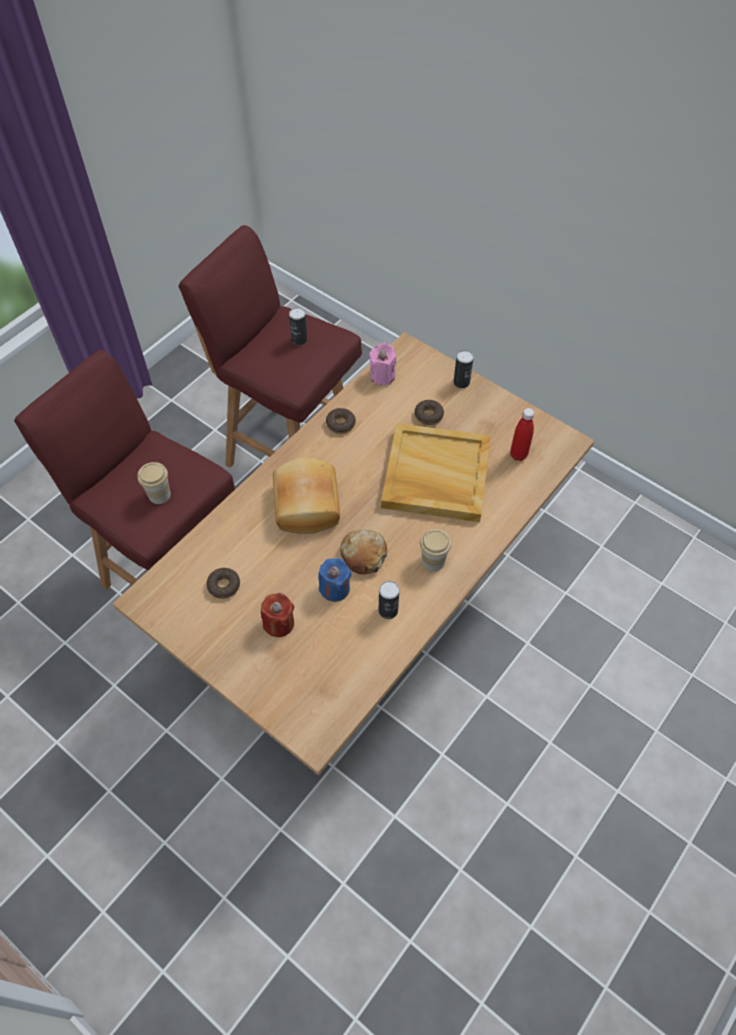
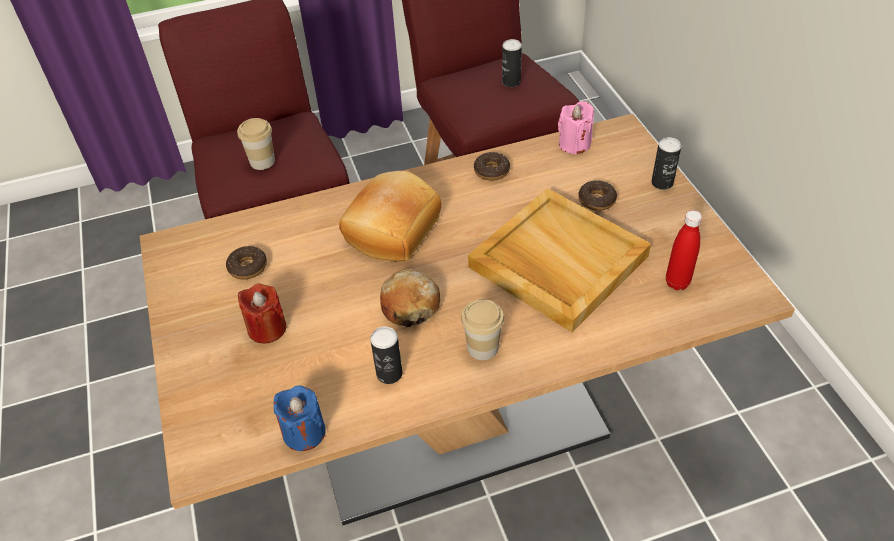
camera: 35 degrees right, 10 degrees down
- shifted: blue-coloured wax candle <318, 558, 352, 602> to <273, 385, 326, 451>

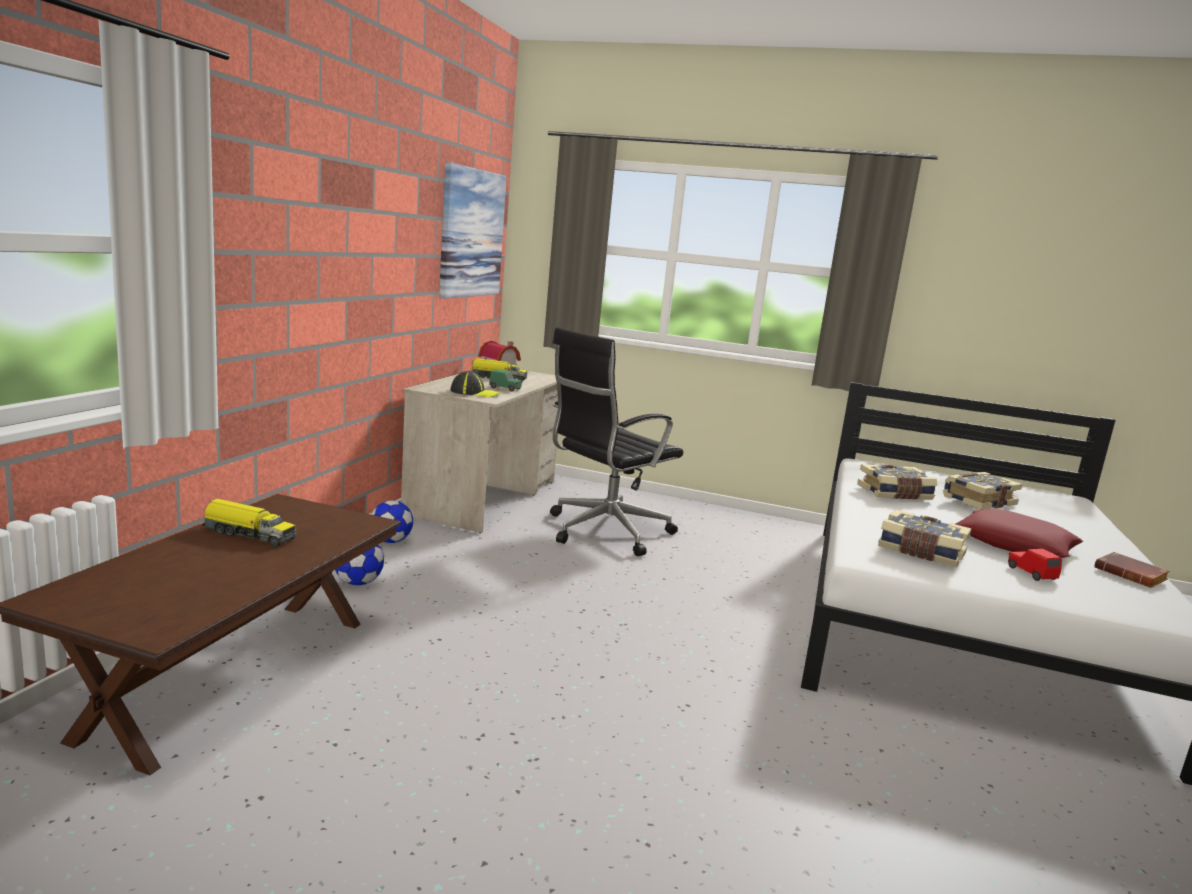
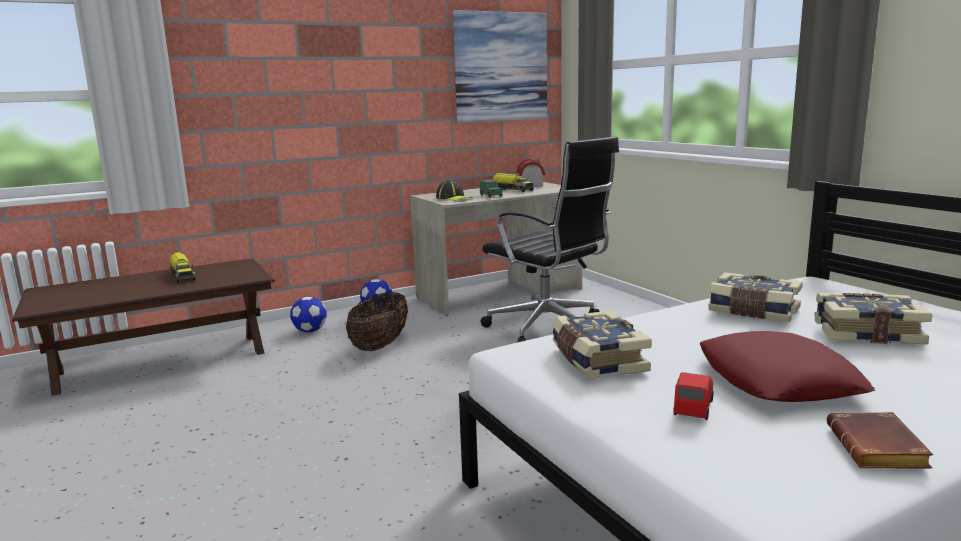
camera: 45 degrees right, 0 degrees up
- rotated: black desk chair <550, 327, 683, 556> = <481, 136, 619, 342> 135 degrees counterclockwise
- new: storage basket <346, 292, 408, 351>

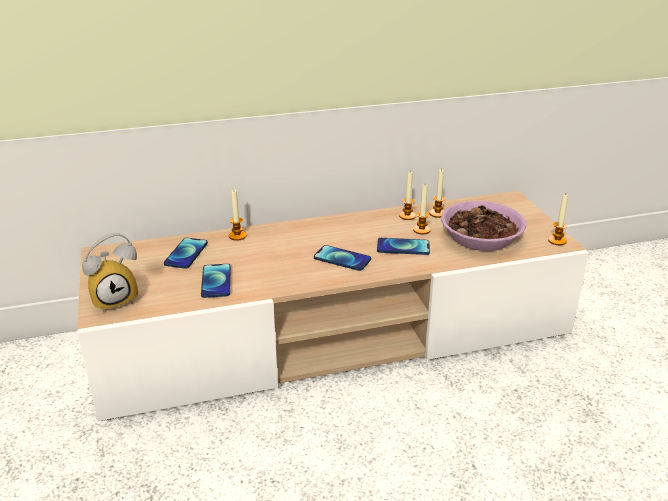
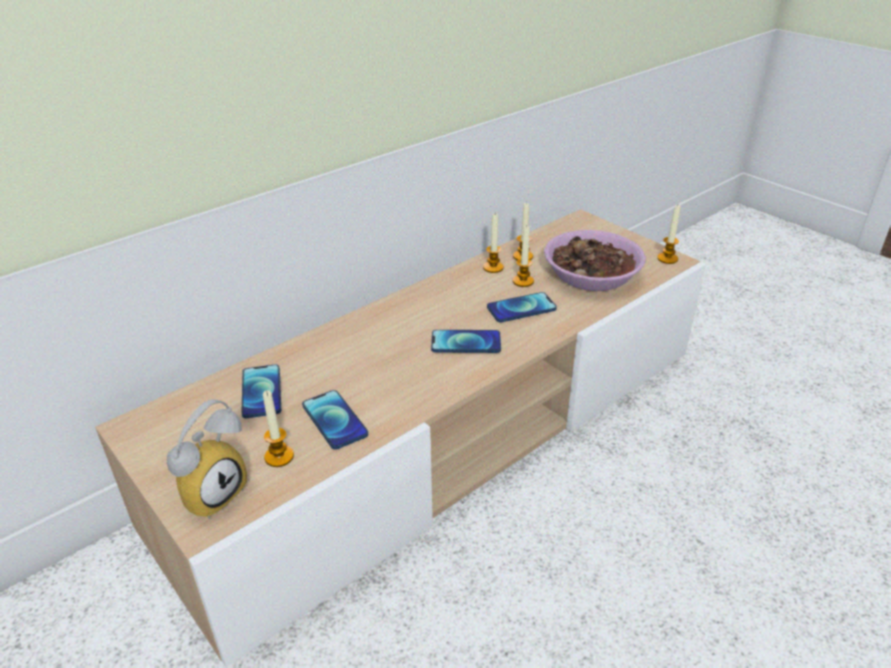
camera: 25 degrees left, 5 degrees up
- shifted: wax candle <229, 189, 246, 241> to <263, 390, 294, 467>

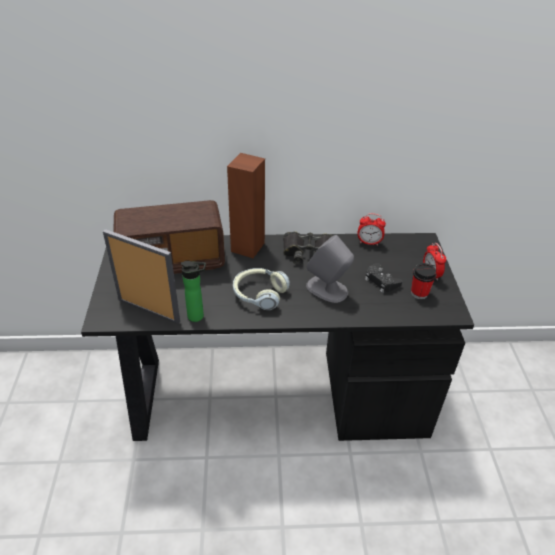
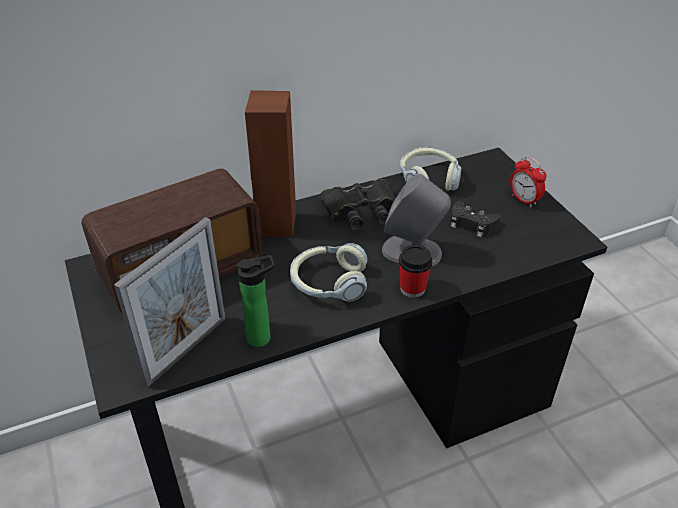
camera: 20 degrees left, 0 degrees up
- swapped: bedside clock <357, 213, 386, 246> to headset <400, 147, 461, 191>
- rotated: picture frame <103, 229, 180, 324> = <114, 217, 226, 388> 120 degrees clockwise
- shifted: cup <411, 263, 437, 299> to <399, 245, 433, 298>

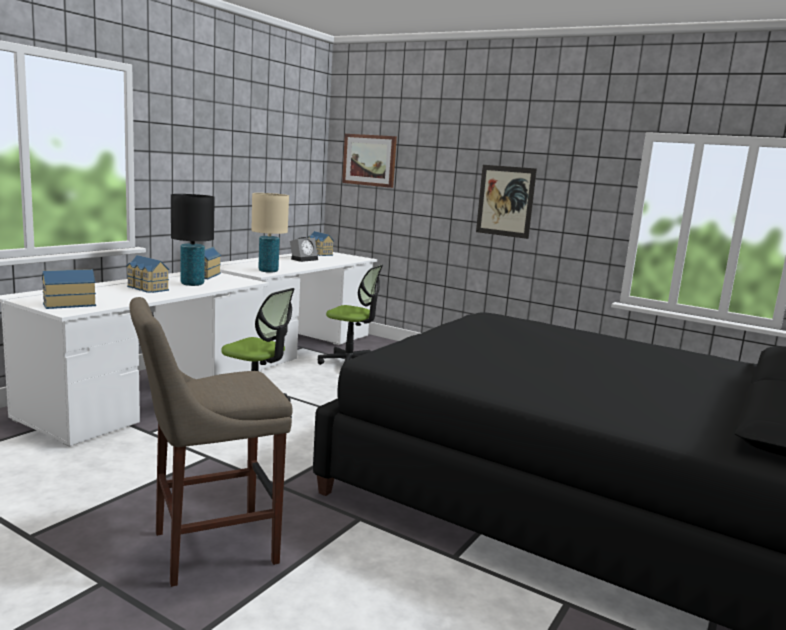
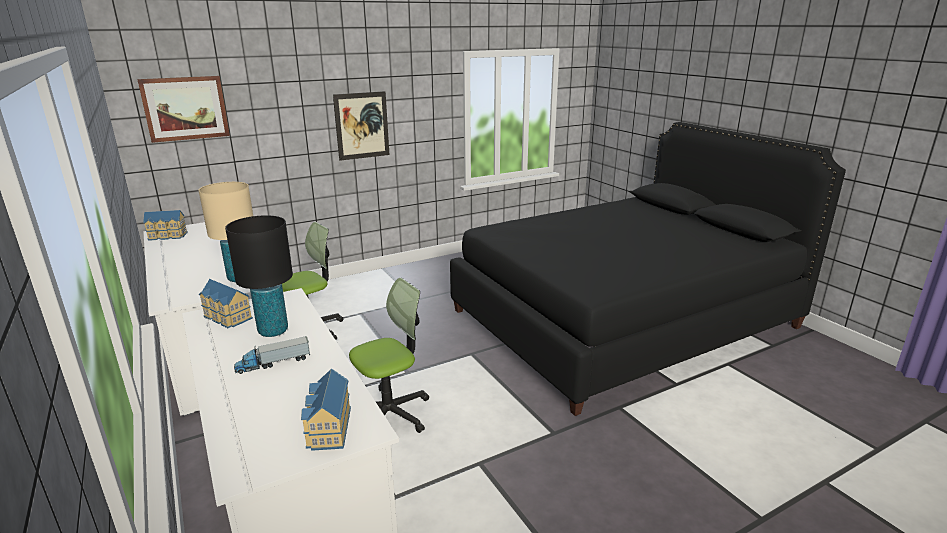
camera: 60 degrees left, 10 degrees up
- gone: bedside clock <290, 237, 318, 262>
- swapped: miniature house <127, 255, 169, 293> to model truck <234, 336, 310, 374>
- gone: beige-coloured stool <129, 297, 293, 587>

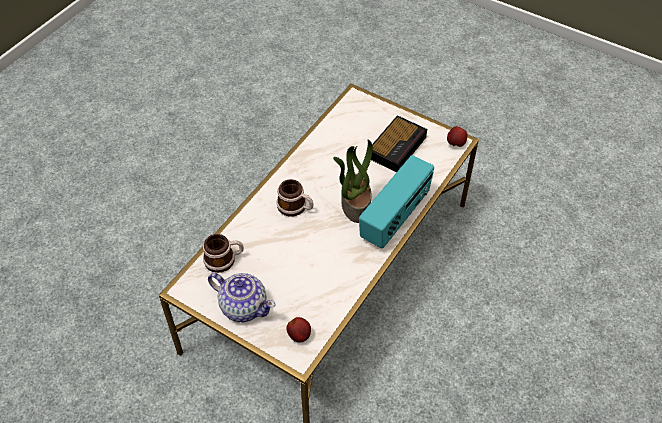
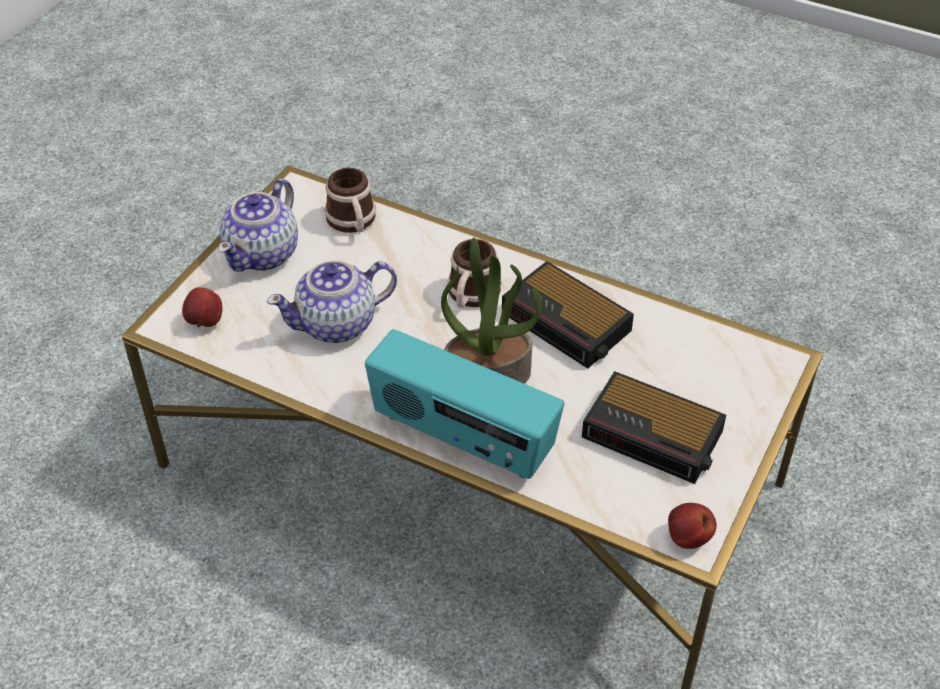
camera: 85 degrees right, 5 degrees down
- new: teapot <267, 260, 397, 343>
- new: bedside clock <502, 261, 634, 368>

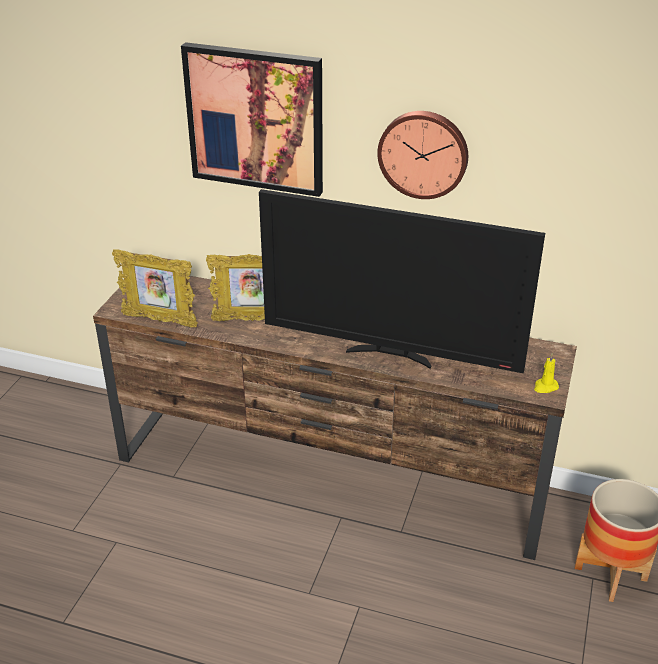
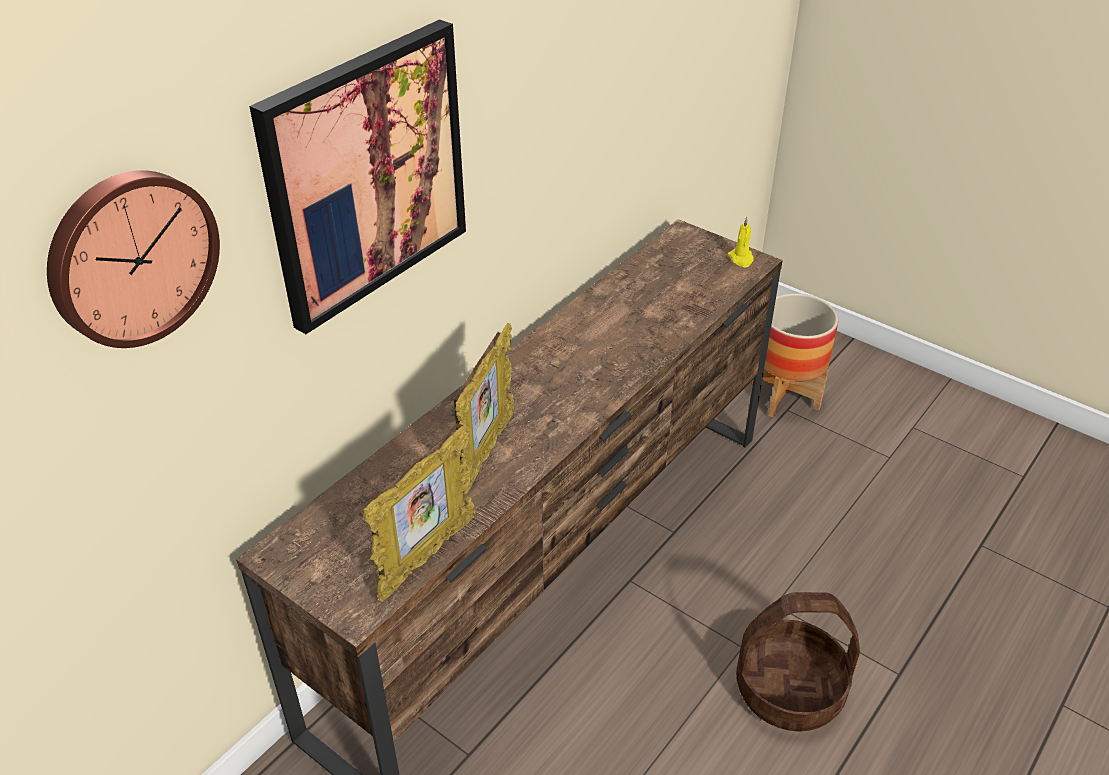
camera: 70 degrees left, 5 degrees up
- shifted: wall clock <377, 111, 468, 199> to <47, 170, 220, 348>
- gone: television <259, 189, 545, 373>
- new: storage basket <736, 592, 860, 732>

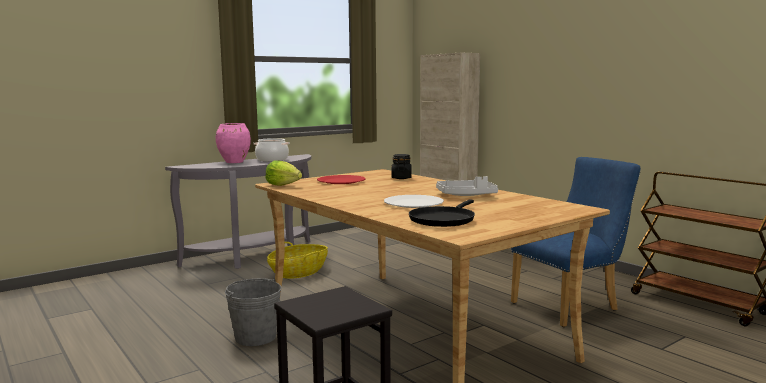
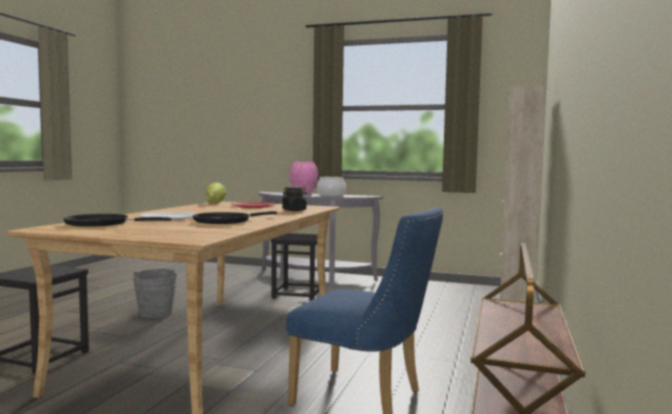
camera: 55 degrees right, 5 degrees down
- swapped: grey serving tray <436, 176, 498, 196> to black frying pan <192, 211, 277, 224>
- swapped: storage basket <267, 242, 328, 279> to black stool <271, 233, 320, 301>

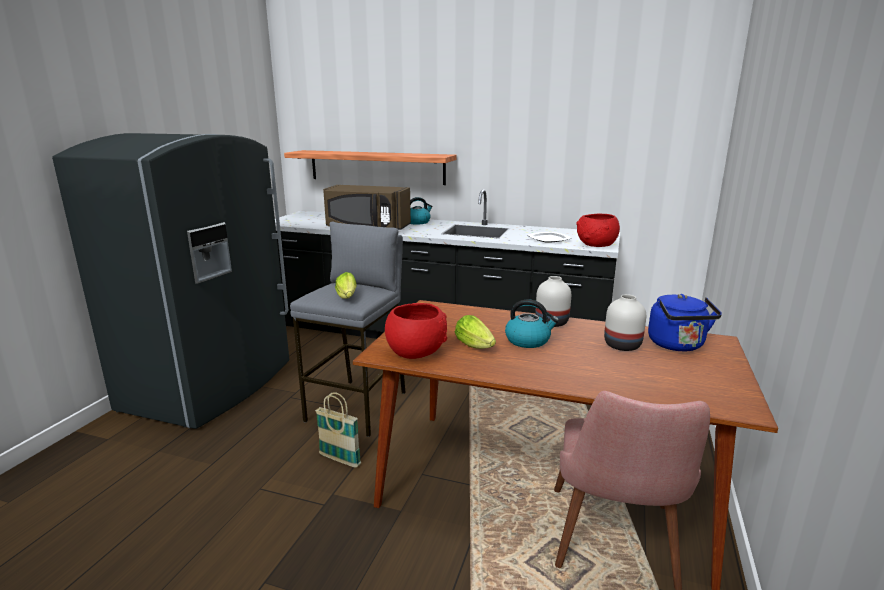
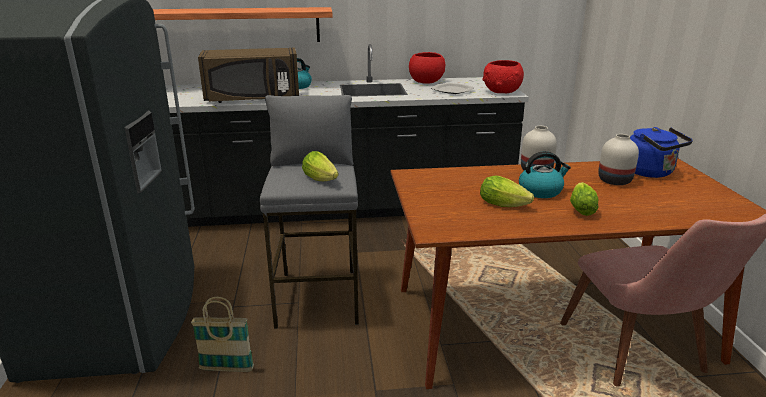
camera: 25 degrees left, 5 degrees up
- shifted: red deep dish <385, 303, 447, 359> to <409, 52, 446, 84>
- shifted: storage basket <315, 392, 361, 468> to <191, 297, 254, 372>
- new: head of lettuce <570, 182, 599, 216>

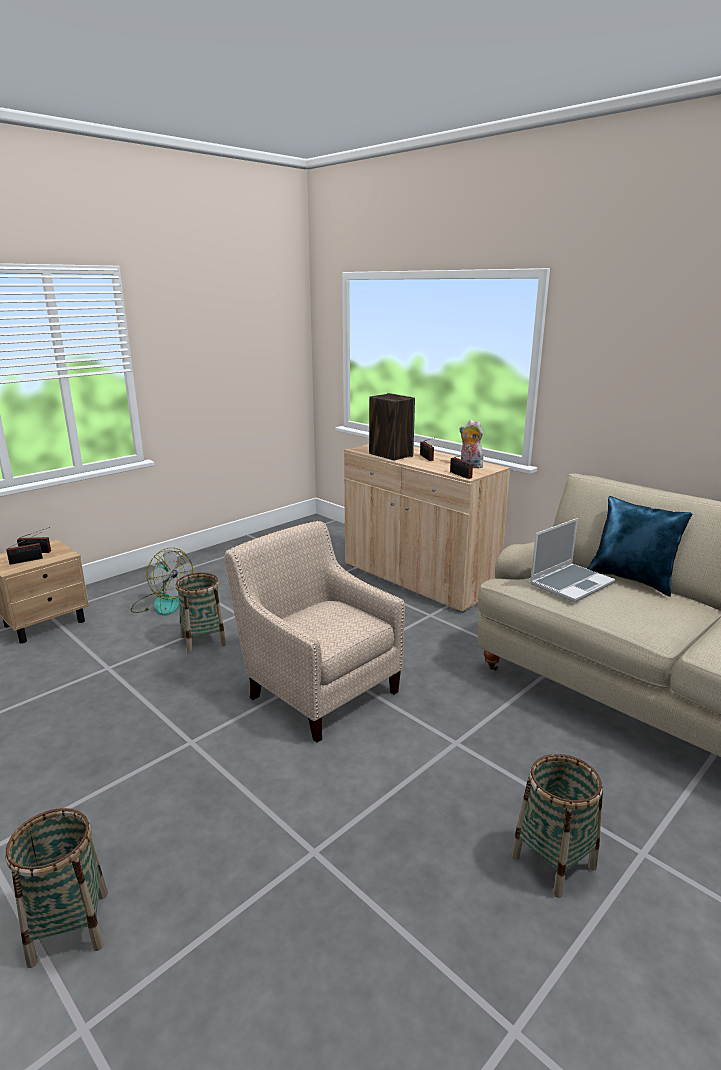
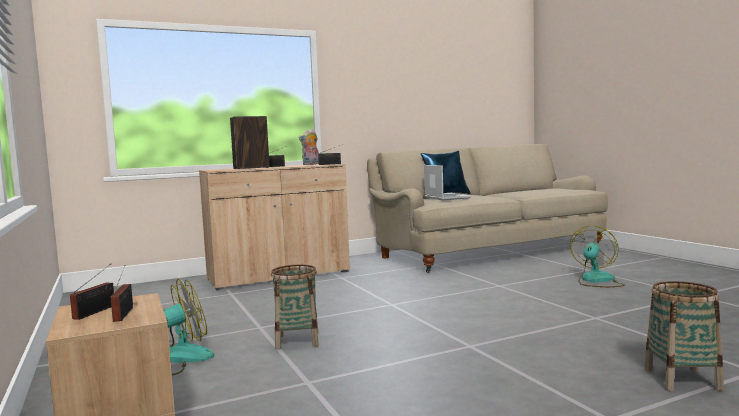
camera: 70 degrees left, 15 degrees down
- gone: beige-coloured easy chair <224, 521, 405, 743>
- swapped: storage basket <511, 754, 603, 898> to electric fan <570, 226, 625, 287>

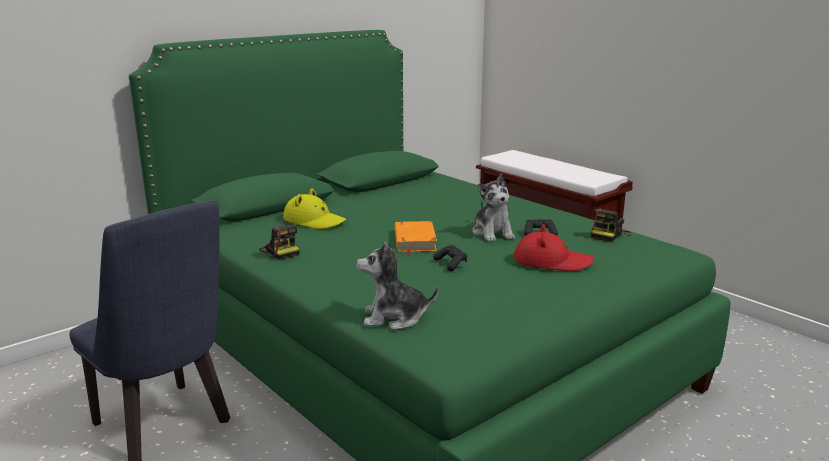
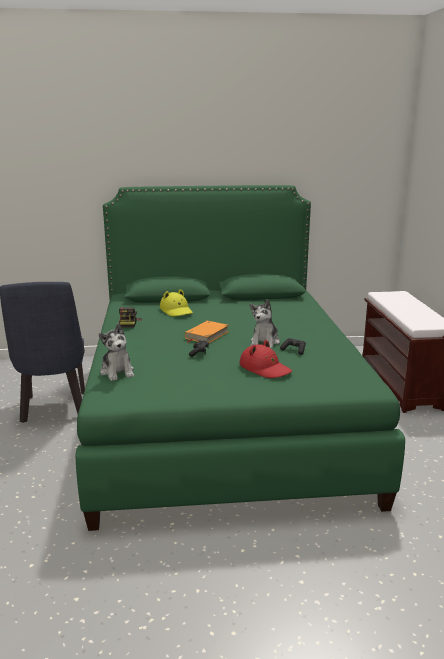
camera: 35 degrees right, 0 degrees up
- gone: still camera <591, 209, 632, 242>
- rotated: cuddly toy <356, 241, 438, 330> = <99, 323, 134, 381> 150 degrees counterclockwise

